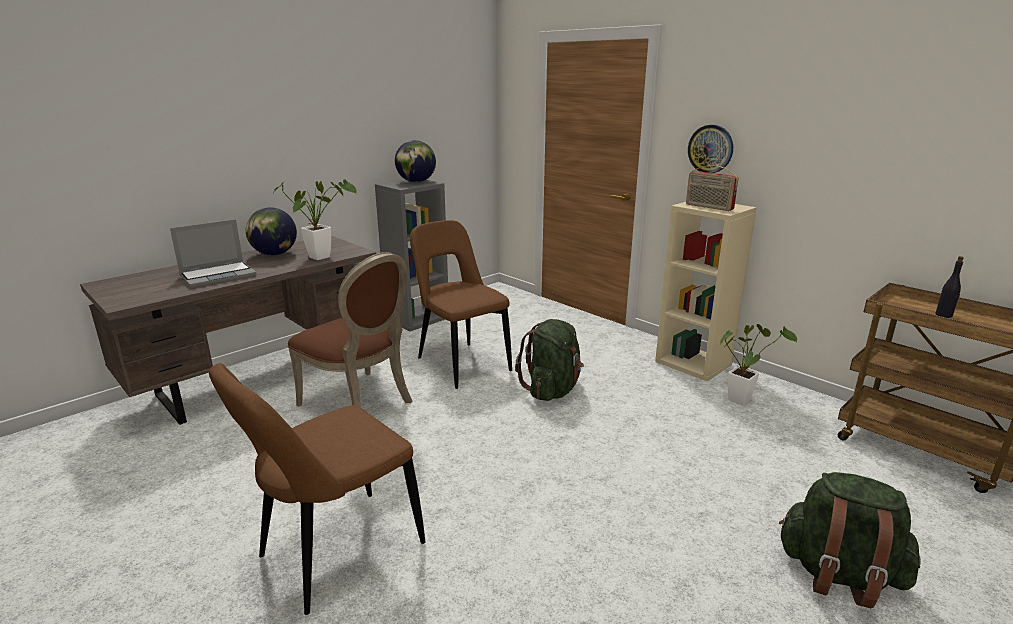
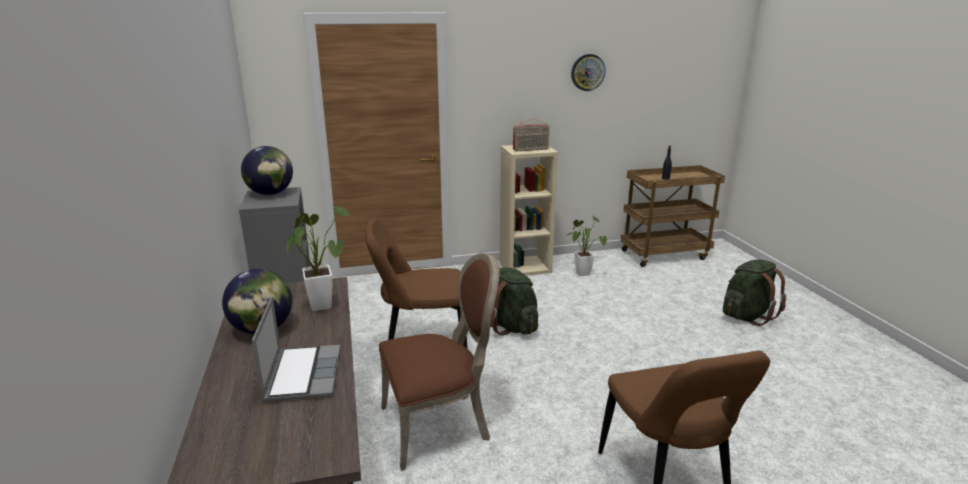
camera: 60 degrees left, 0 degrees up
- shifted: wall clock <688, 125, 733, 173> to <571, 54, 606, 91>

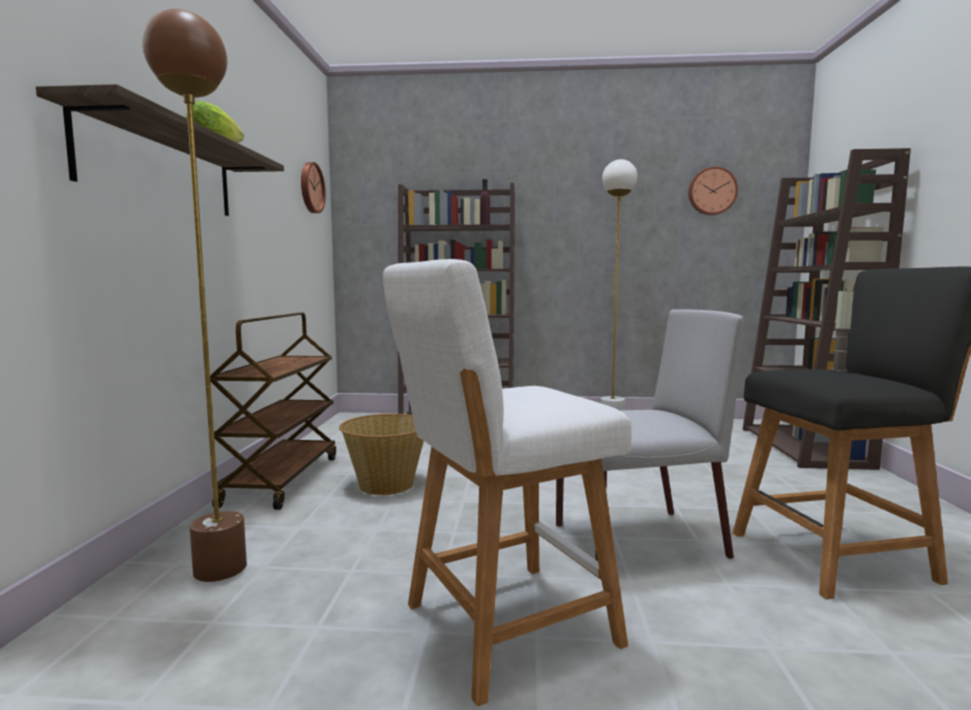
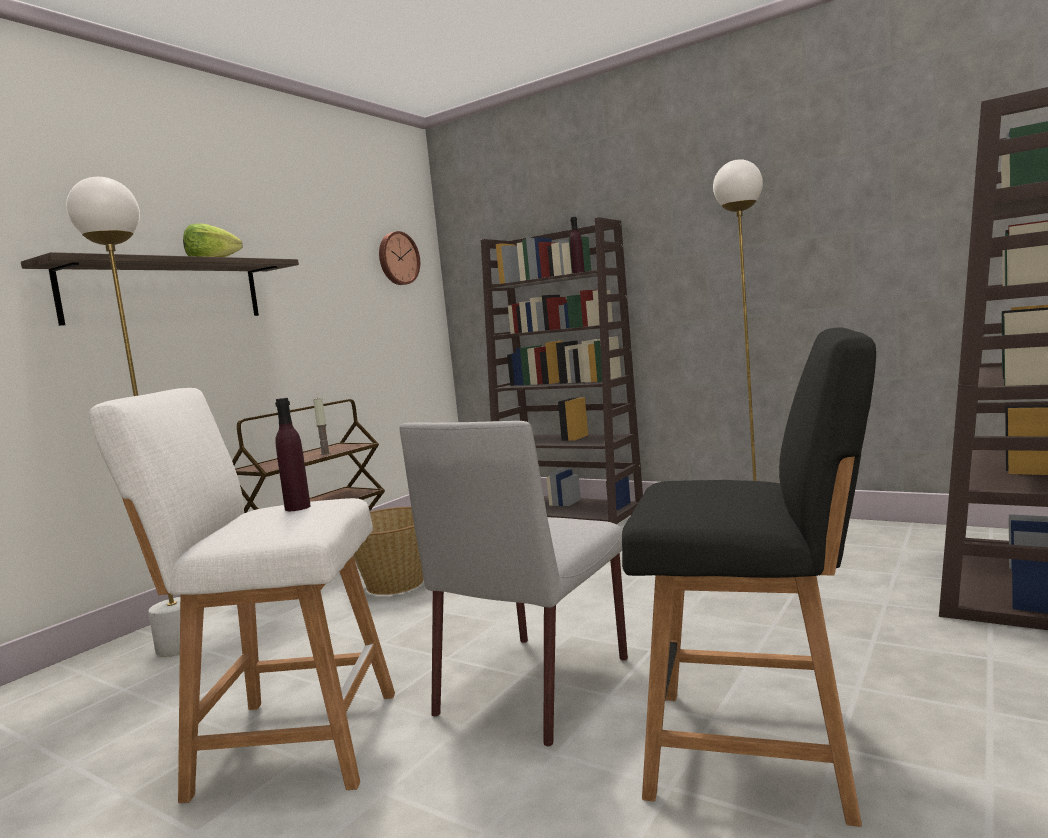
camera: 30 degrees right, 0 degrees up
- repainted: brown floor lamp <142, 9, 247, 582> to white floor lamp <66, 177, 180, 657>
- gone: wall clock <689, 167, 738, 215>
- shifted: wax candle <831, 291, 854, 372> to <313, 397, 330, 455>
- rotated: grey upright chair <556, 309, 743, 561> = <399, 421, 628, 747> 105 degrees clockwise
- new: purplish bottle <275, 398, 311, 511>

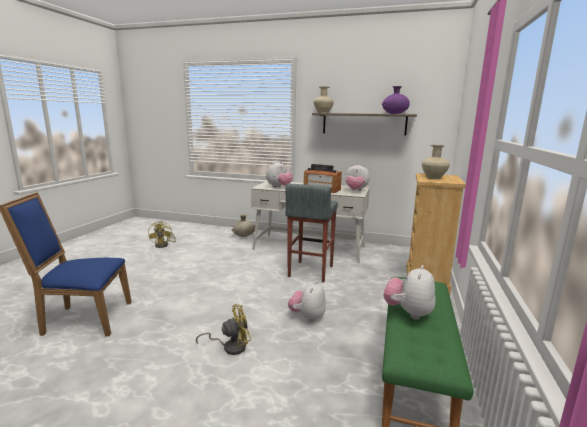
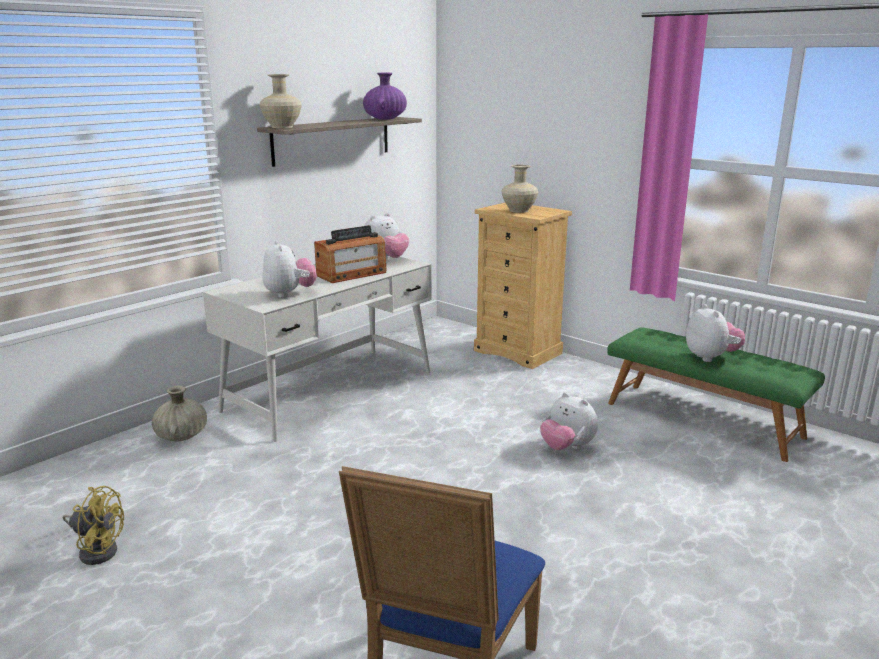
camera: 65 degrees left, 5 degrees up
- gone: grey stool <285, 184, 338, 282>
- rotated: cuddly toy <384, 265, 435, 320> = <686, 304, 745, 362> 150 degrees counterclockwise
- gone: yellow electric fan <196, 304, 251, 355>

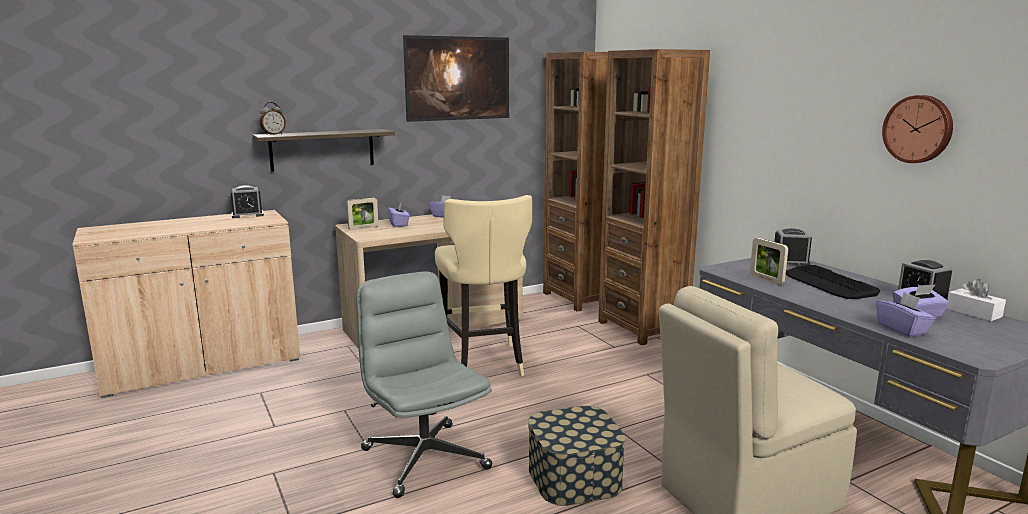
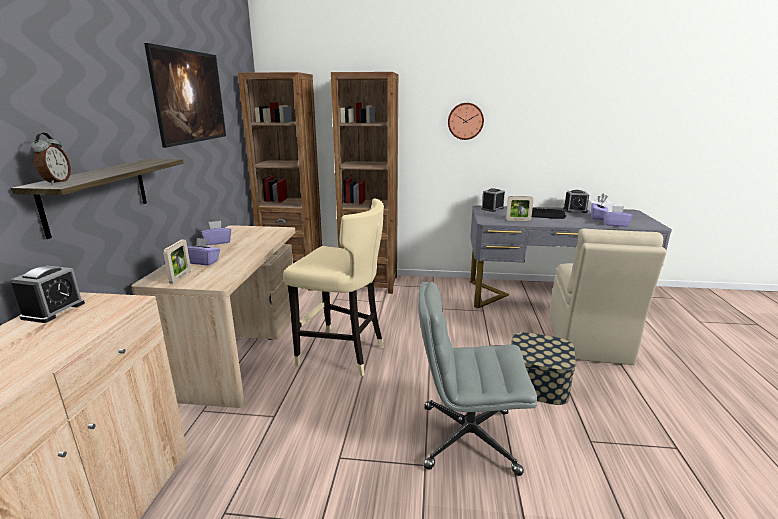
camera: 55 degrees left, 5 degrees up
- shifted: wall clock <882, 95, 953, 163> to <448, 103, 484, 140>

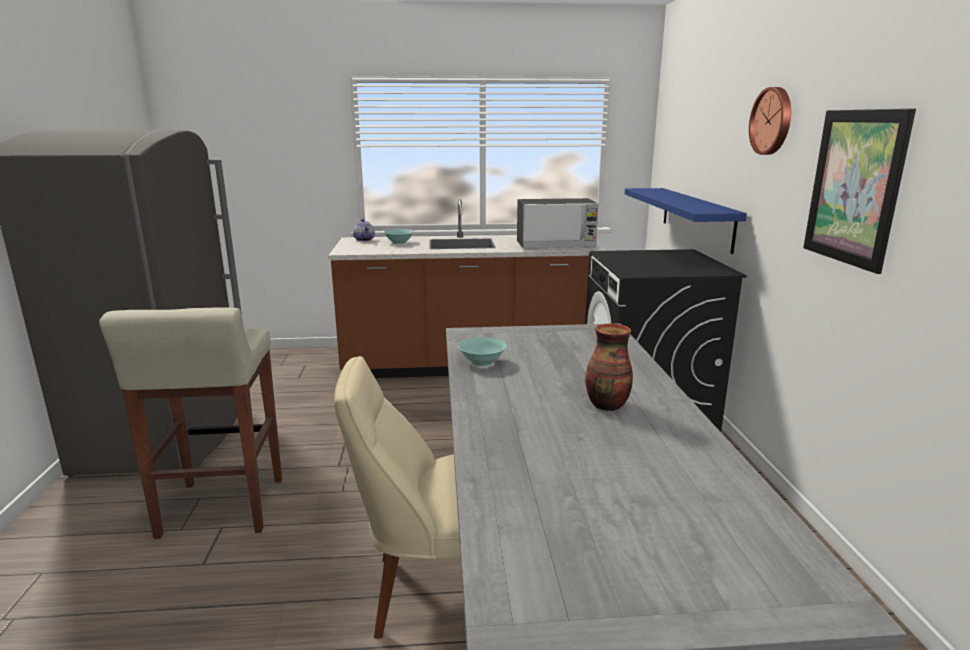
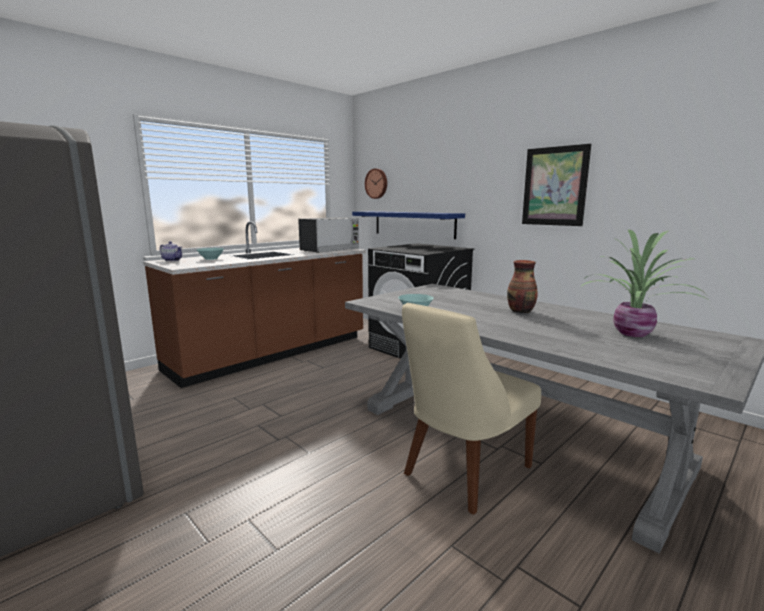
camera: 40 degrees left, 5 degrees down
- shifted: wall clock <749, 87, 791, 155> to <365, 169, 387, 199>
- gone: beige-coloured stool <99, 308, 282, 539>
- new: houseplant <580, 229, 710, 337>

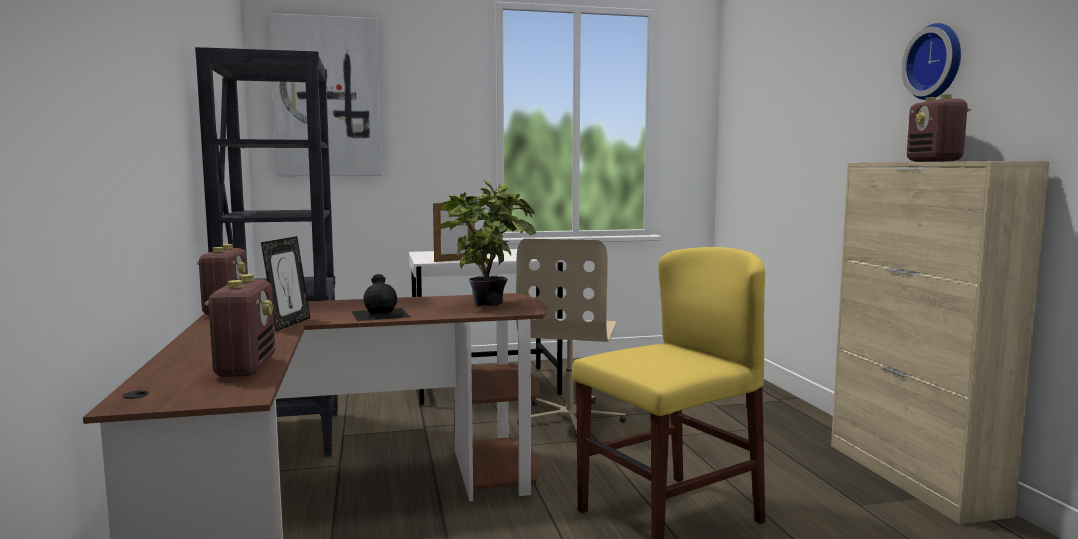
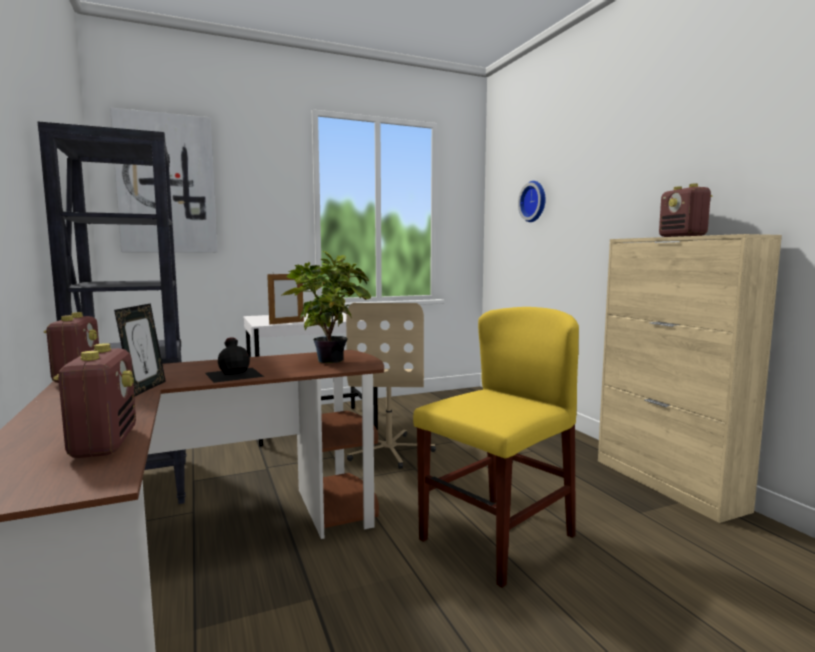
camera: 10 degrees left, 0 degrees up
- shifted: wall clock <901, 23, 961, 100> to <518, 181, 546, 222>

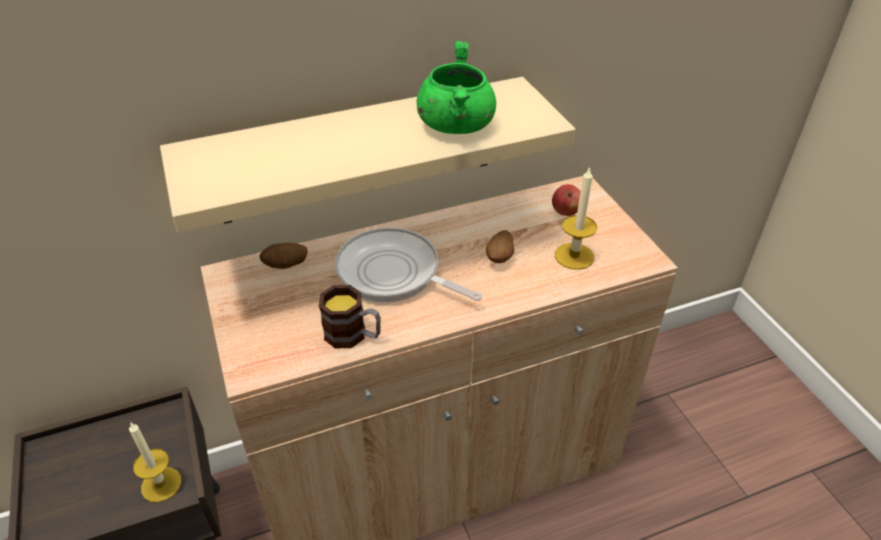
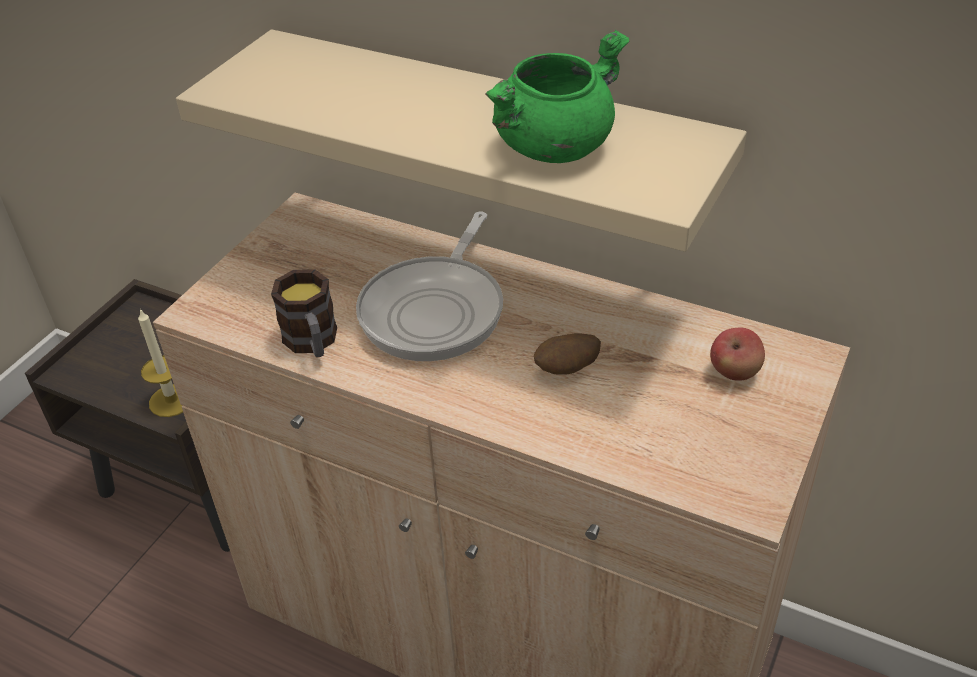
camera: 50 degrees right, 0 degrees up
- gone: wax candle <555, 166, 597, 270>
- rotated: frying pan <335, 228, 482, 302> = <356, 212, 503, 361> 150 degrees counterclockwise
- gone: potato <259, 243, 308, 269>

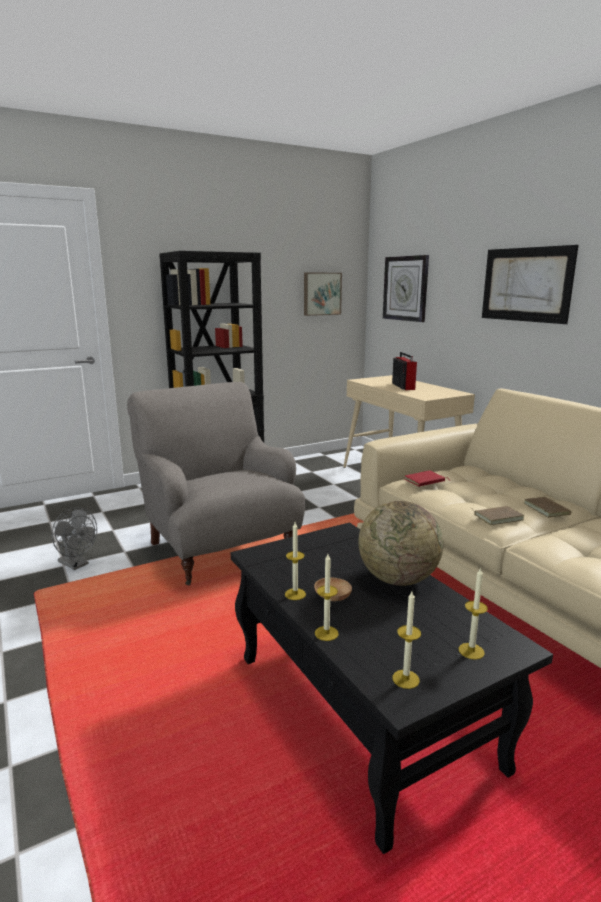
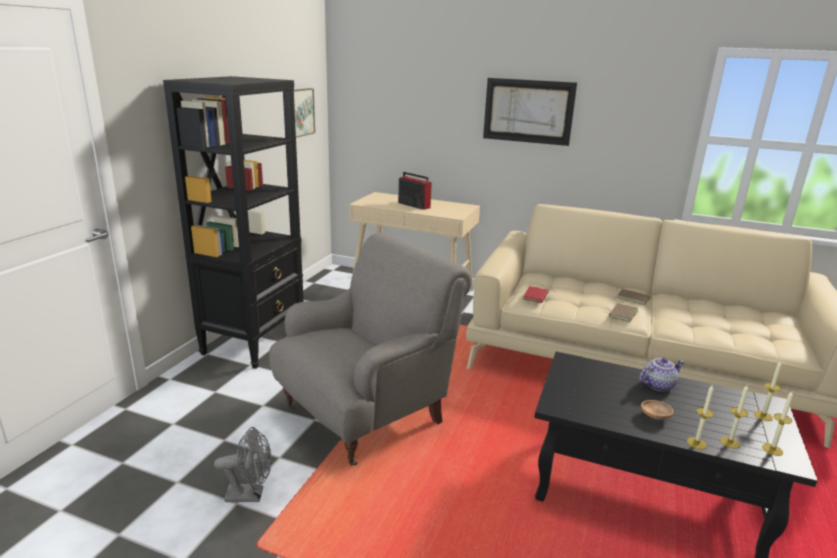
camera: 40 degrees left, 5 degrees up
- gone: wall clock <383, 255, 429, 322>
- rotated: grey easy chair <127, 382, 305, 585> = <269, 233, 471, 466> 120 degrees clockwise
- swapped: desk globe <358, 500, 443, 586> to teapot <639, 358, 684, 392>
- shifted: wax candle <285, 522, 306, 600> to <720, 385, 748, 449>

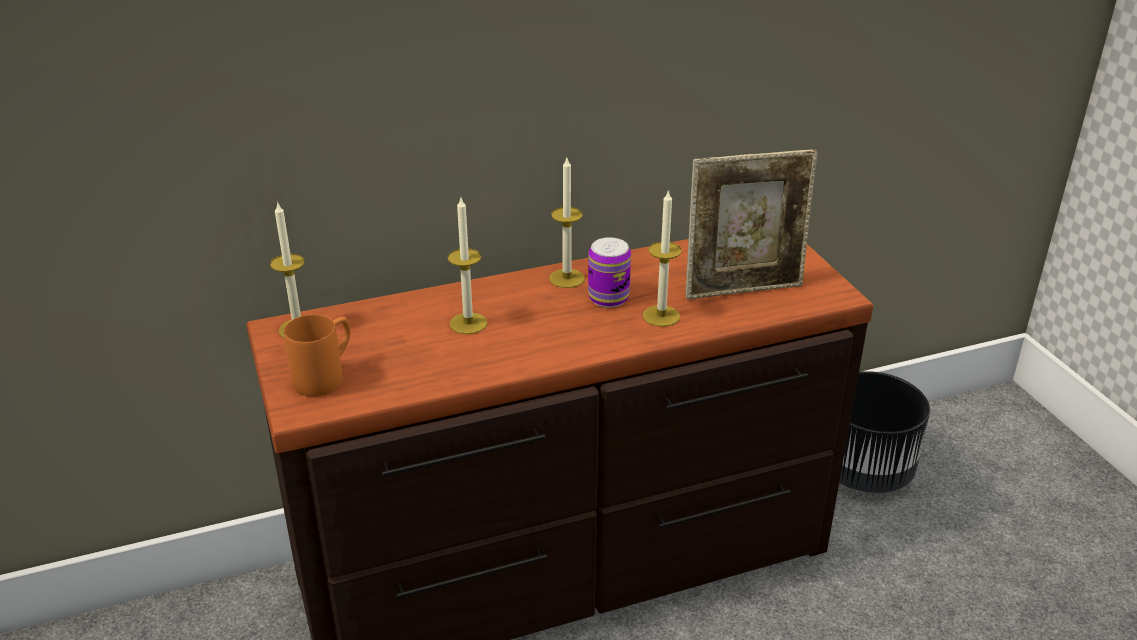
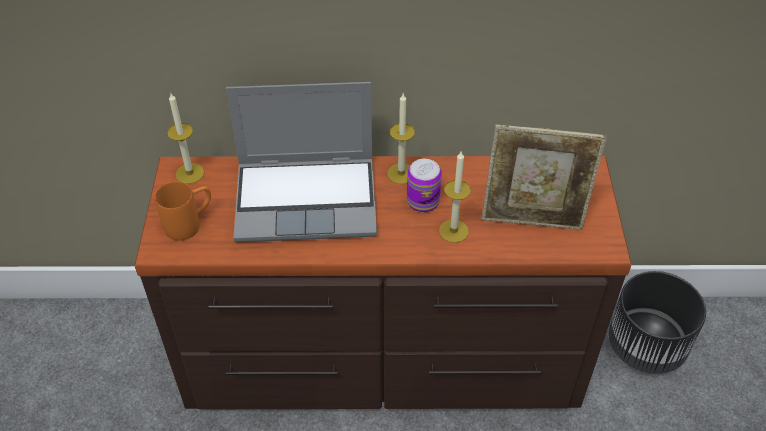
camera: 20 degrees right, 15 degrees up
- swapped: wax candle <448, 198, 488, 334> to portable computer <226, 82, 377, 242>

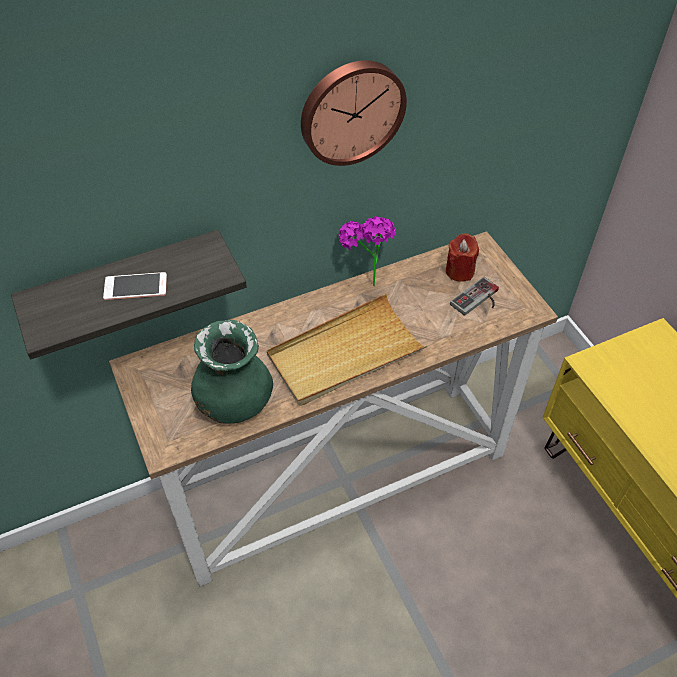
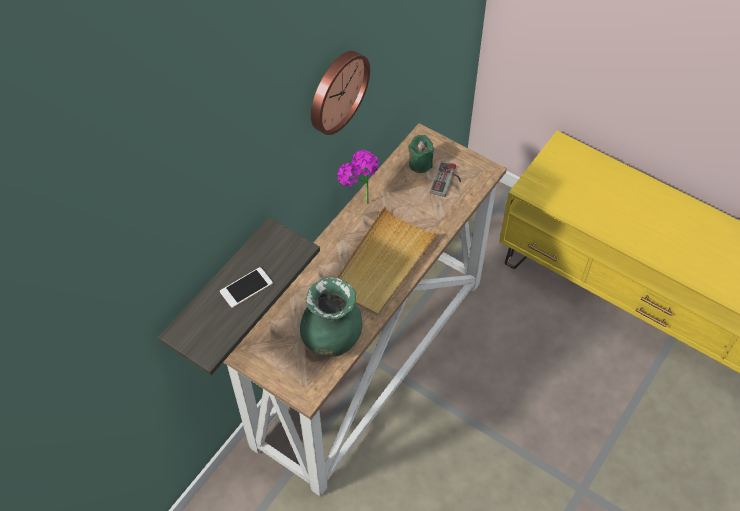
camera: 30 degrees left, 5 degrees up
- repainted: red wax candle <446, 233, 479, 282> to greenish wax candle <408, 135, 434, 173>

